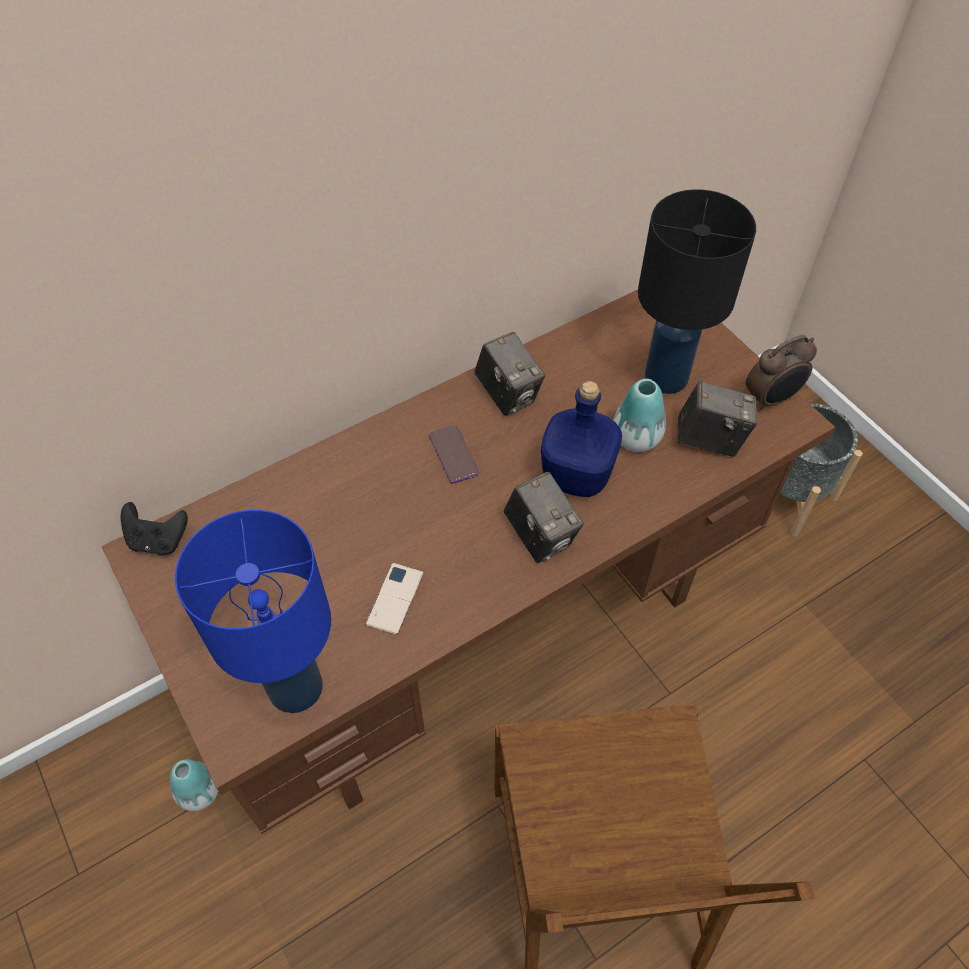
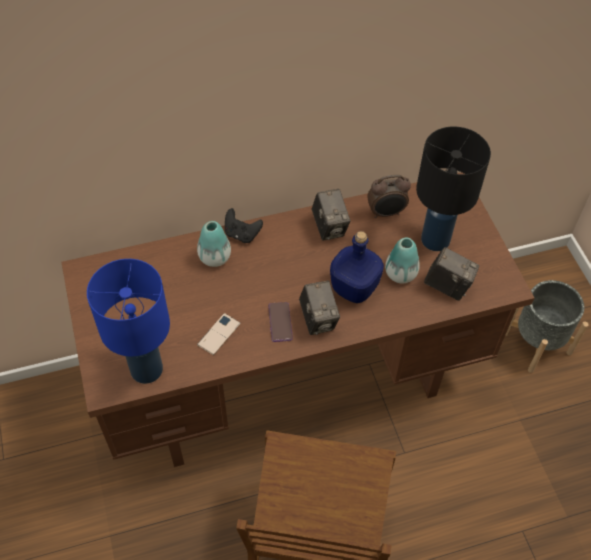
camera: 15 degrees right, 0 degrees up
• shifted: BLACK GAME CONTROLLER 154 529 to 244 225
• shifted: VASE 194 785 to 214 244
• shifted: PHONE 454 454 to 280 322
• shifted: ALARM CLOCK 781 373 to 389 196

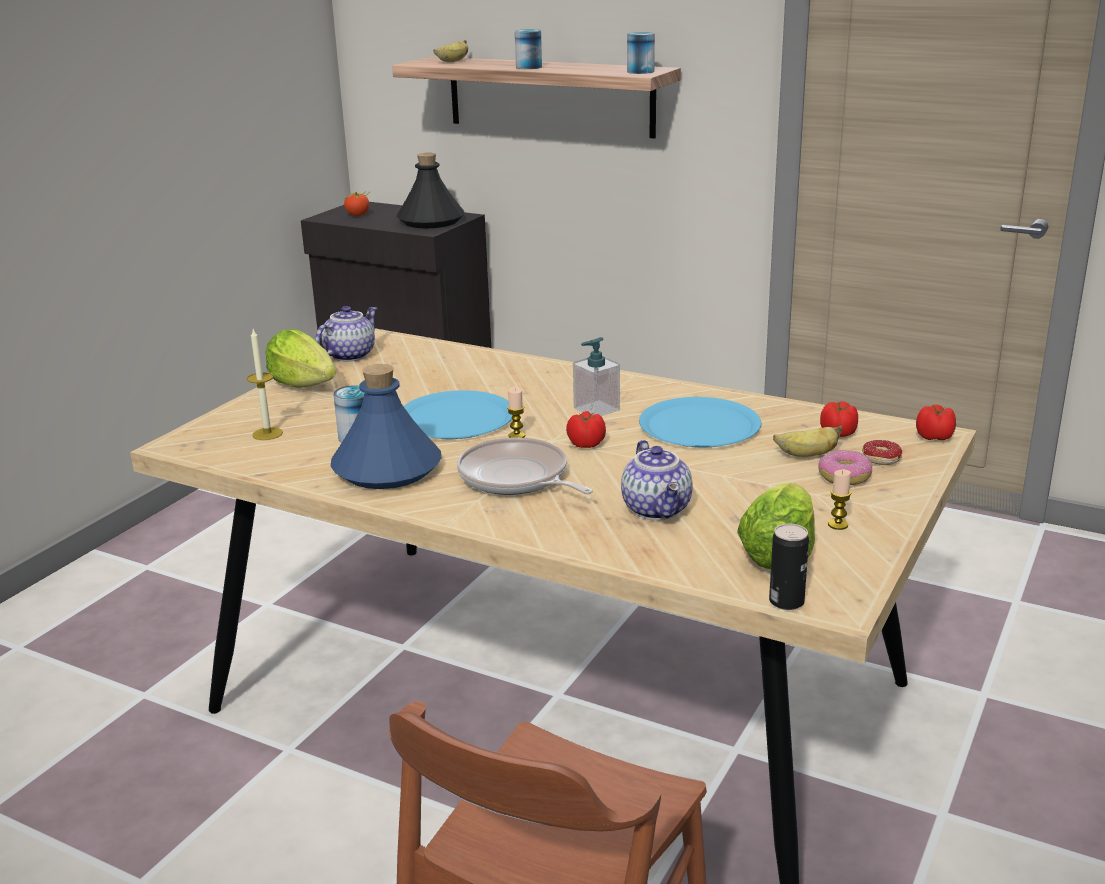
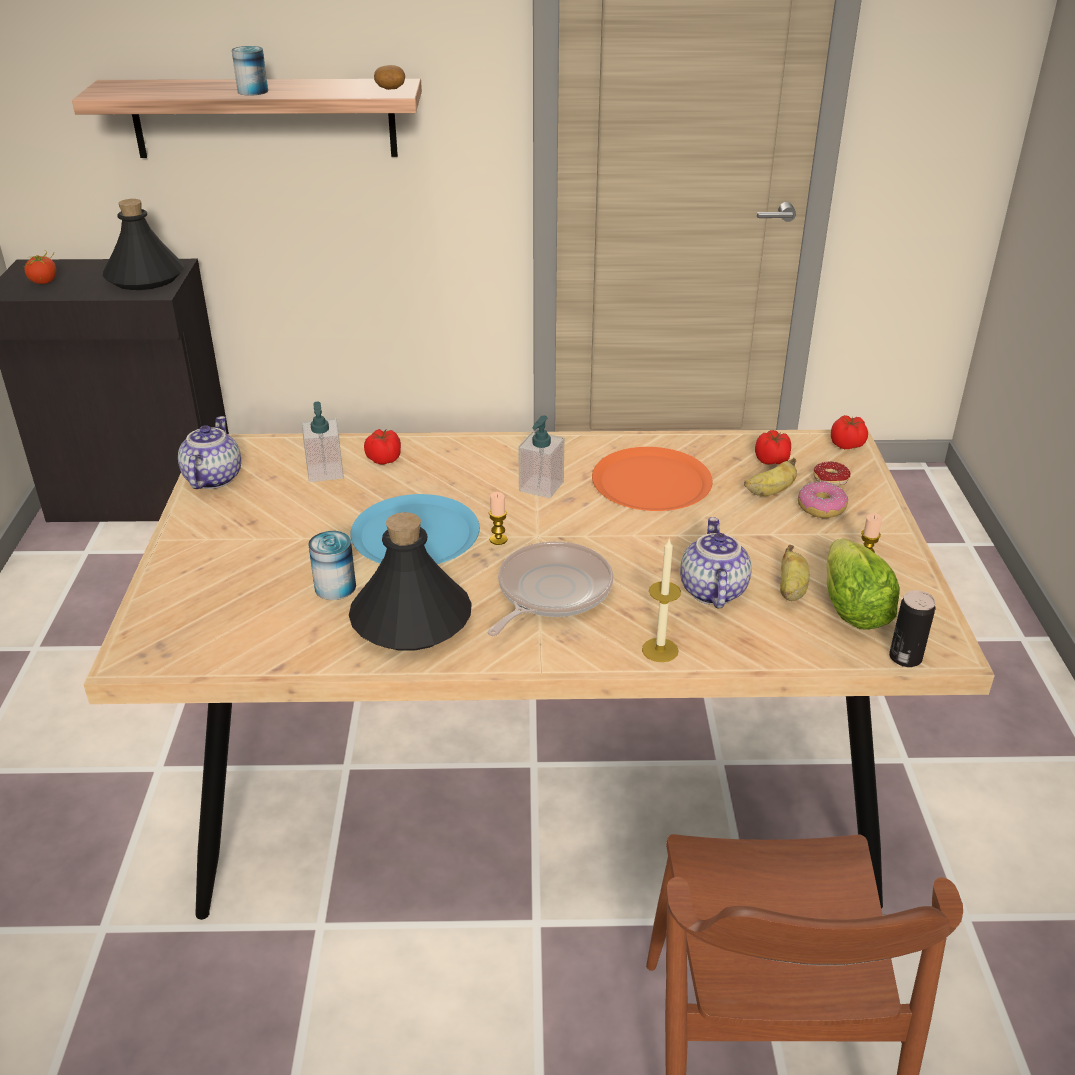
camera: 30 degrees left, 10 degrees up
• gone: LETTUCE 301 358
• new: SOAP DISPENSER 323 442
• shifted: CANDLE 265 384 to 661 600
• shifted: BANANA 450 51 to 795 573
• shifted: TOMATO 586 429 to 382 446
• swapped: CAN 641 53 to POTATO 389 77
• repainted: BLUE BOTTLE 386 426 to BLACK BOTTLE 410 581
• repainted: BLUE PLATE 700 422 to ORANGE PLATE 652 479
• rotated: FRYING PAN 525 466 = 550 588 105 degrees clockwise
• rotated: TEAPOT 657 480 = 716 562 135 degrees counterclockwise

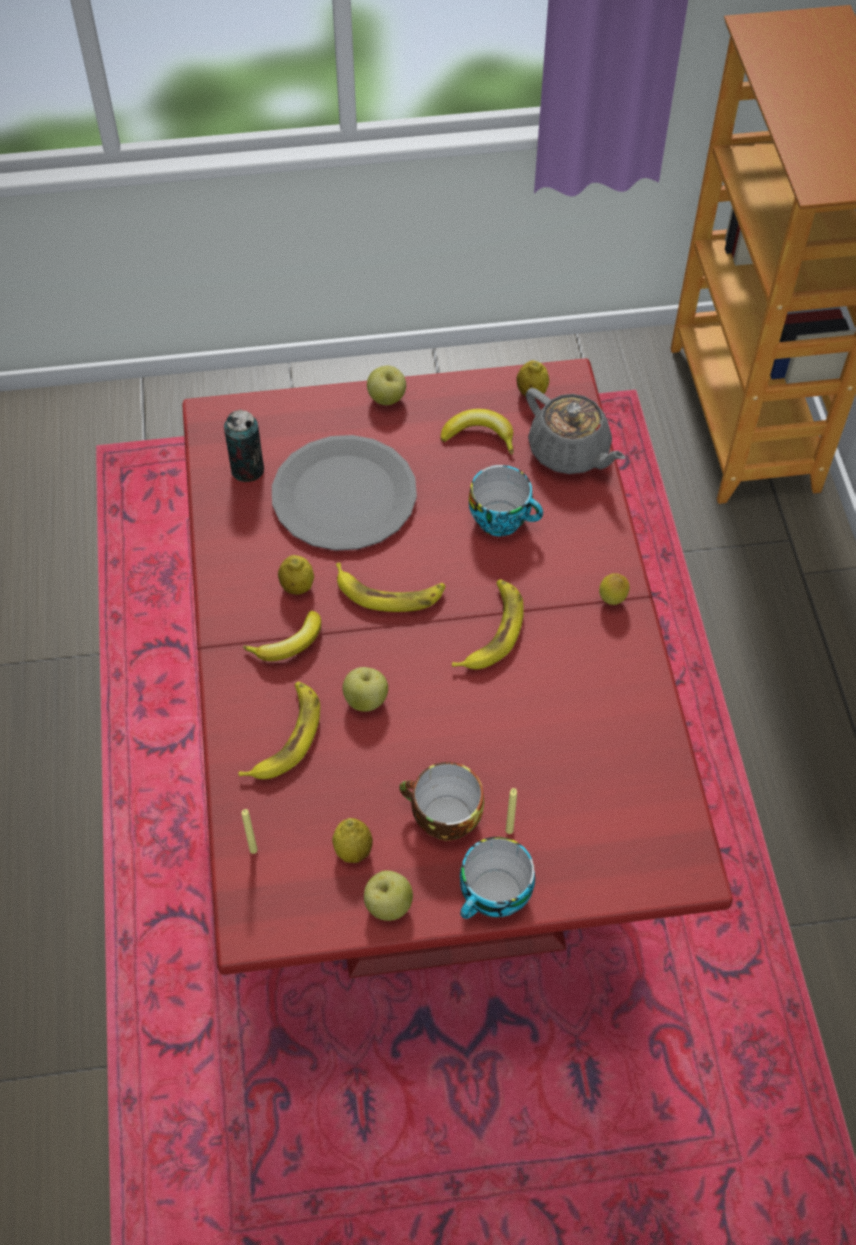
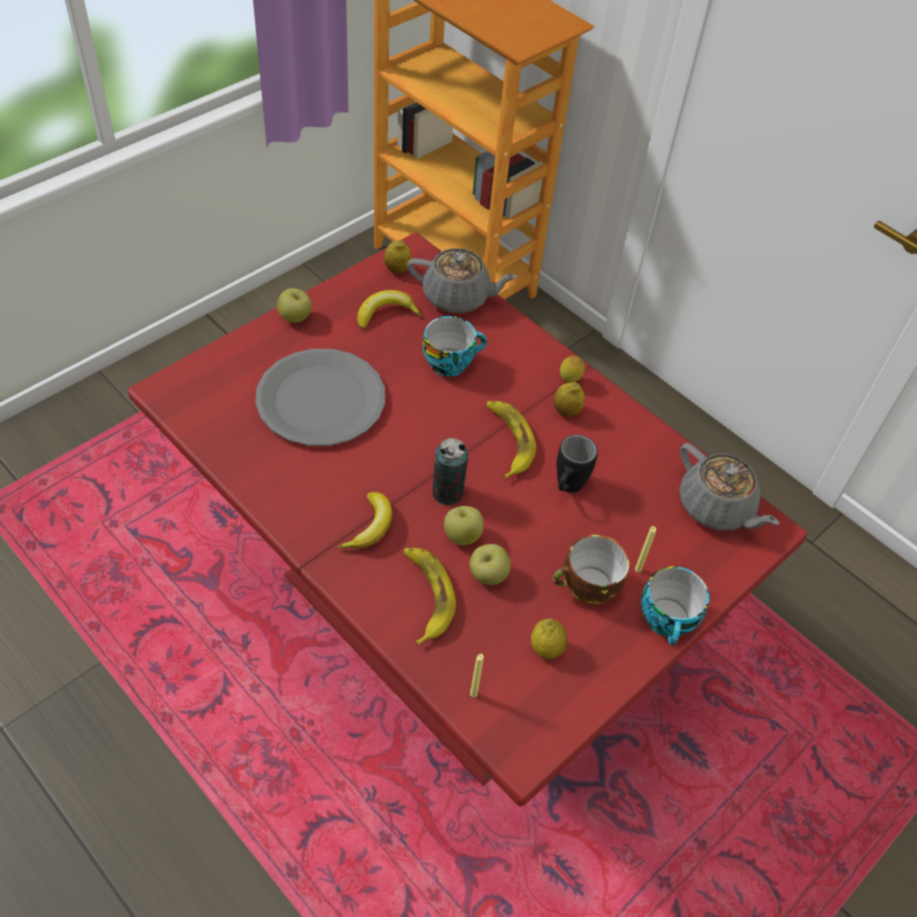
camera: 40 degrees left, 5 degrees down
• gone: BANANA 391 587
• new: BLACK MUG 577 464
• new: GREY TEAPOT 729 486
• shifted: CAN 244 446 to 450 471
• shifted: LEMON 296 575 to 569 399
• shifted: APPLE 388 896 to 490 564

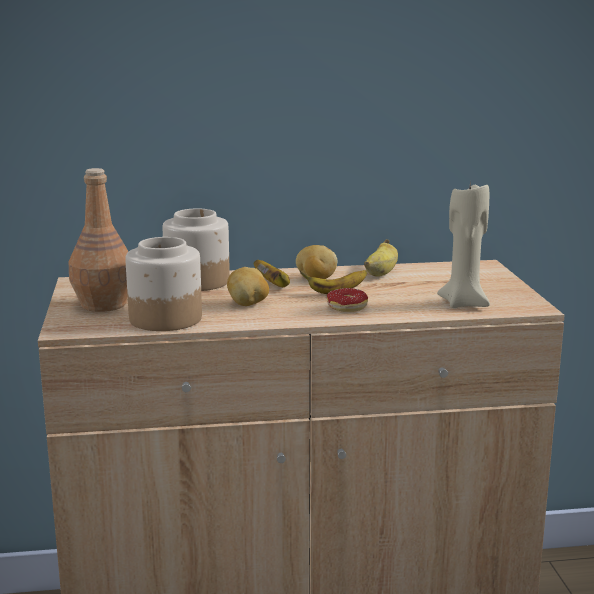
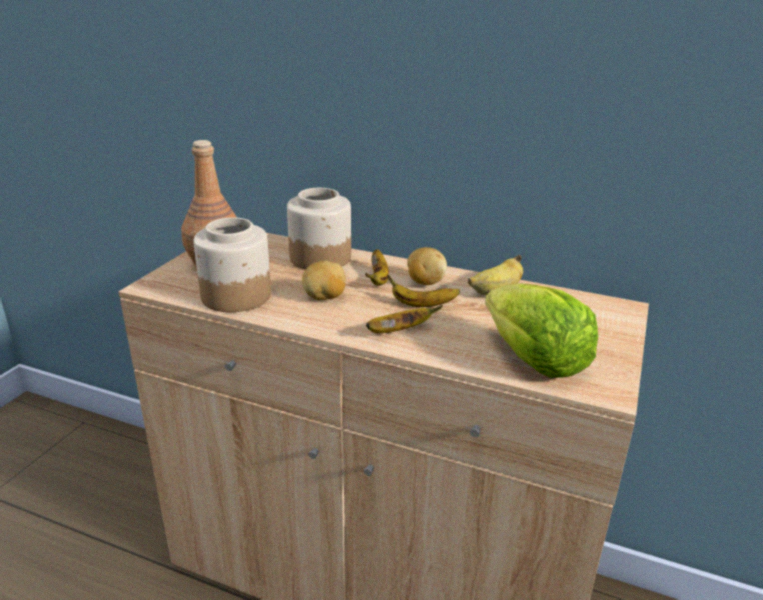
camera: 30 degrees right, 10 degrees up
• swapped: DONUT 347 300 to BANANA 404 319
• swapped: BEIGE CANDLE 463 243 to LETTUCE 541 330

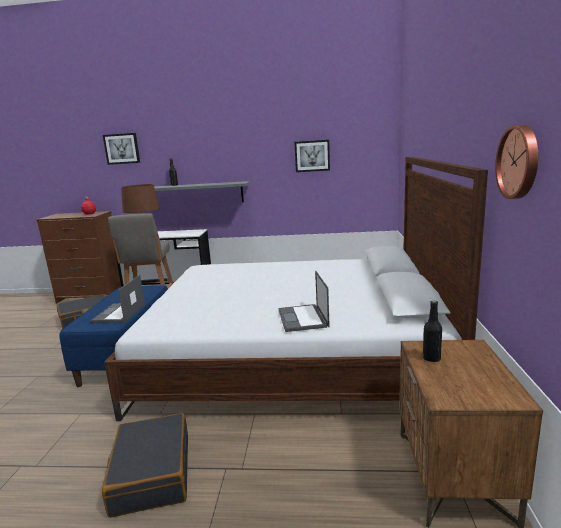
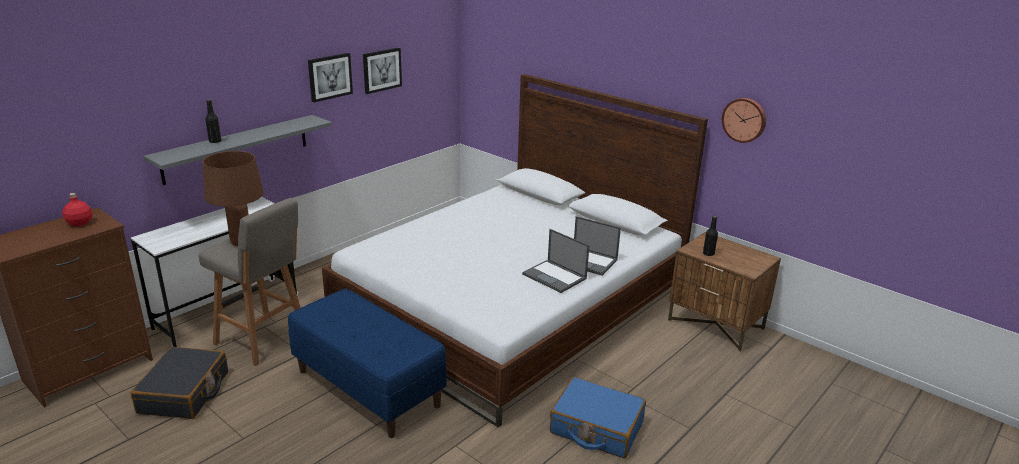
camera: 55 degrees left, 10 degrees up
• shifted: LAPTOP 117 299 to 556 261
• shifted: PICTURE 121 149 to 330 77
• repainted: BLACK SUITCASE 145 465 to BLUE SUITCASE 598 417

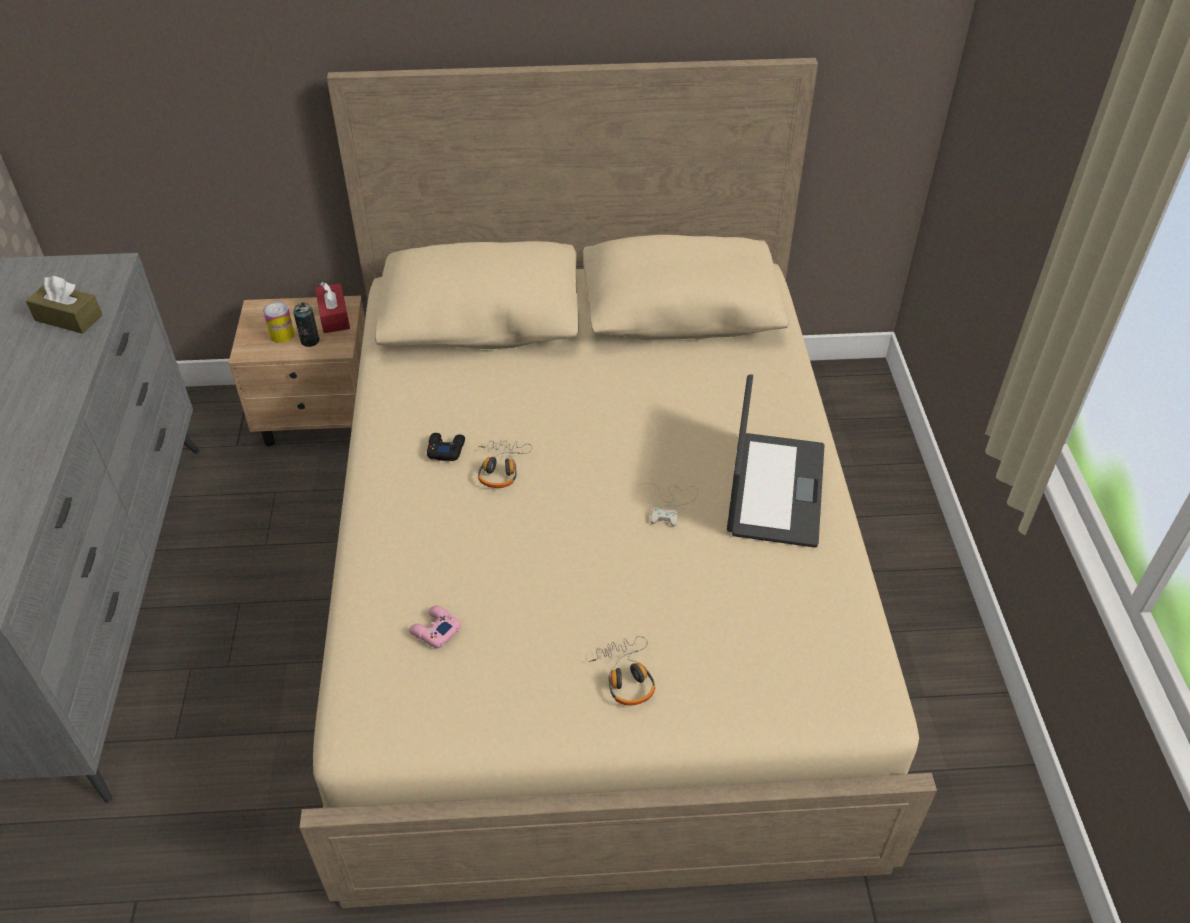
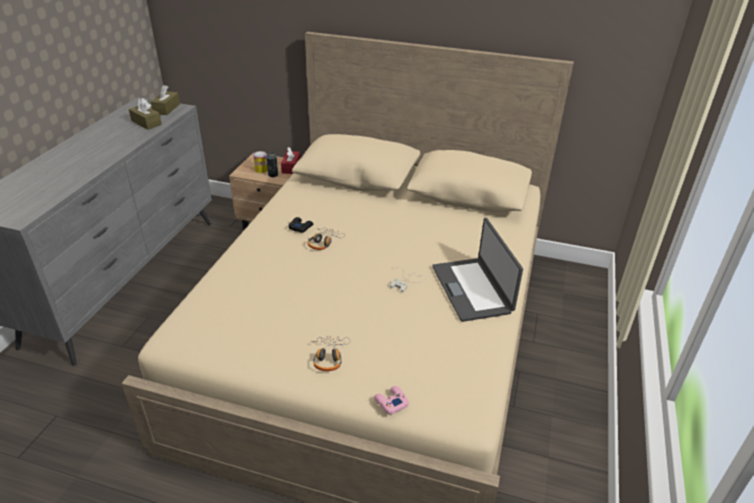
camera: 20 degrees right, 10 degrees down
• new: BROWN TISSUE BOX 165 100
• shifted: PINK GAME CONTROLLER 435 627 to 391 400
• rotated: LAPTOP 776 461 = 477 270 135 degrees clockwise

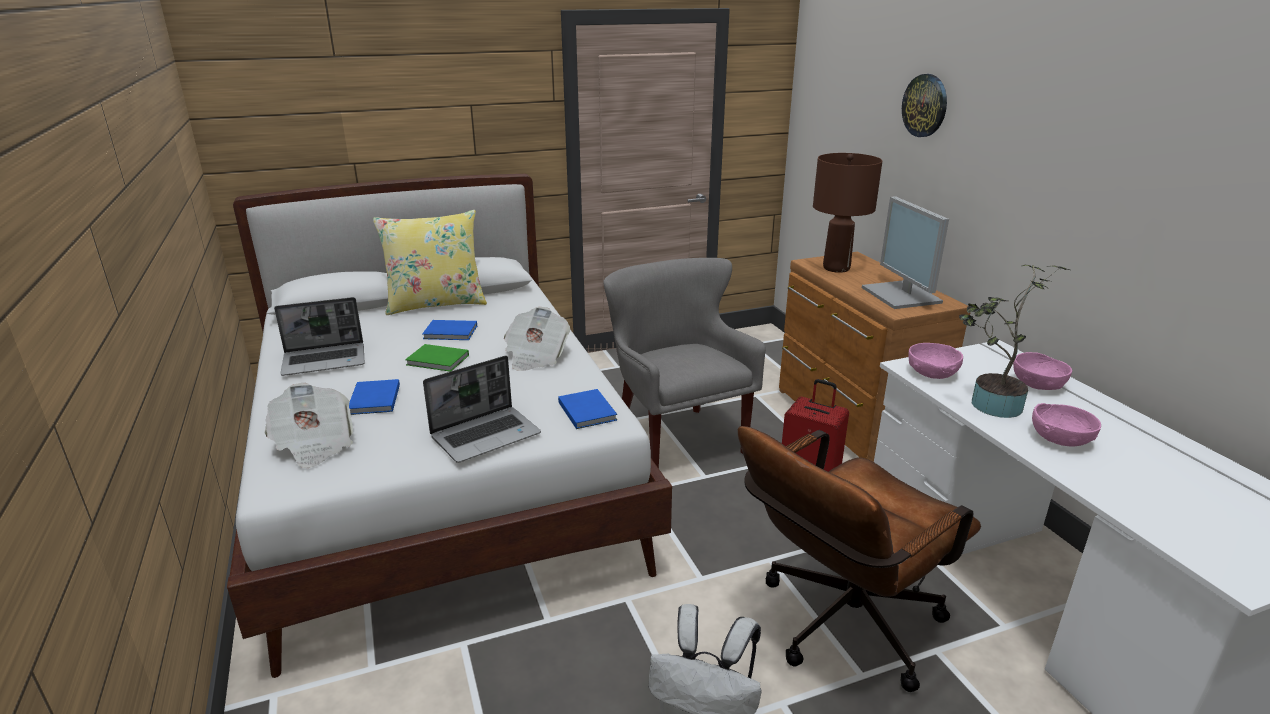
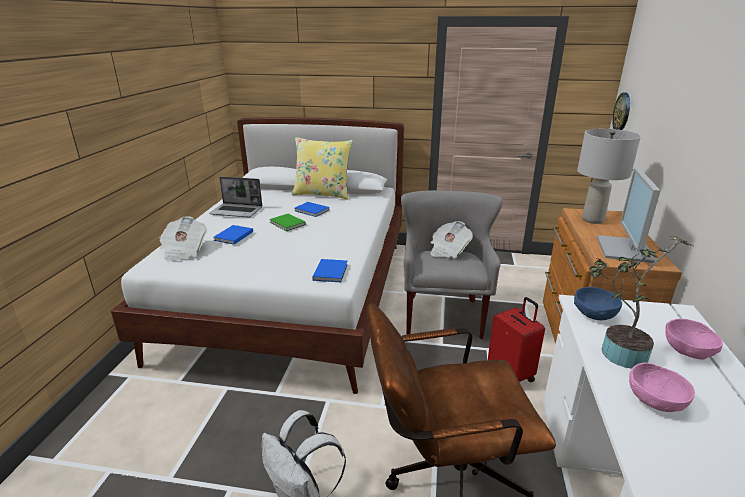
camera: 30 degrees right, 0 degrees up
• gone: LAPTOP 482 409
• shifted: NEWSPAPER 537 339 to 451 239
• shifted: WALL CLOCK 924 105 to 621 111
• repainted: BROWN TABLE LAMP 847 213 to GREY TABLE LAMP 609 176
• repainted: PINK BOWL 935 361 to BLUE BOWL 598 303

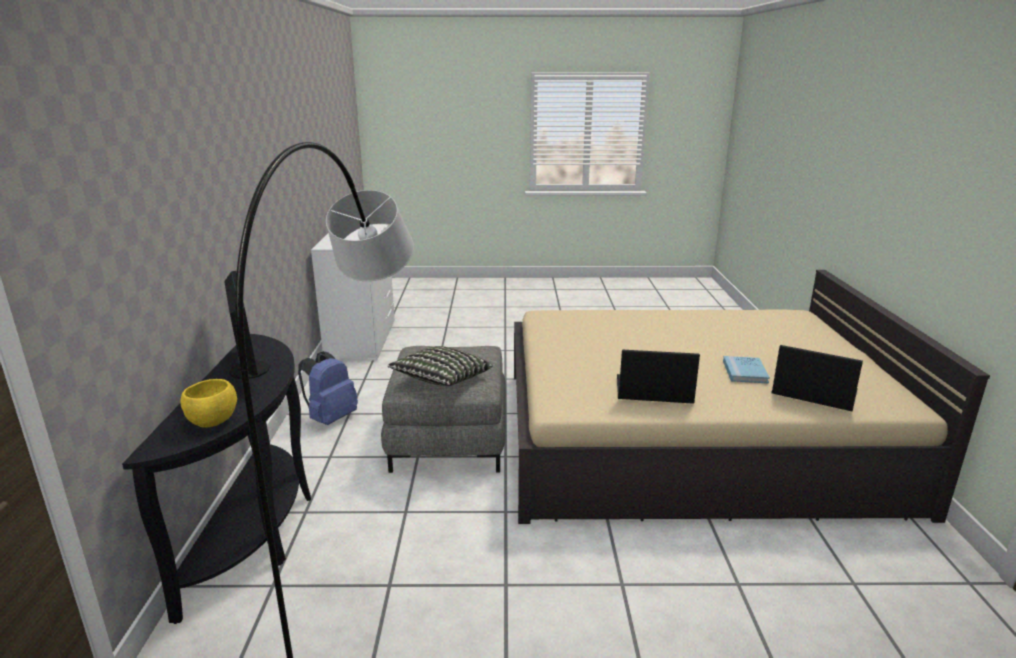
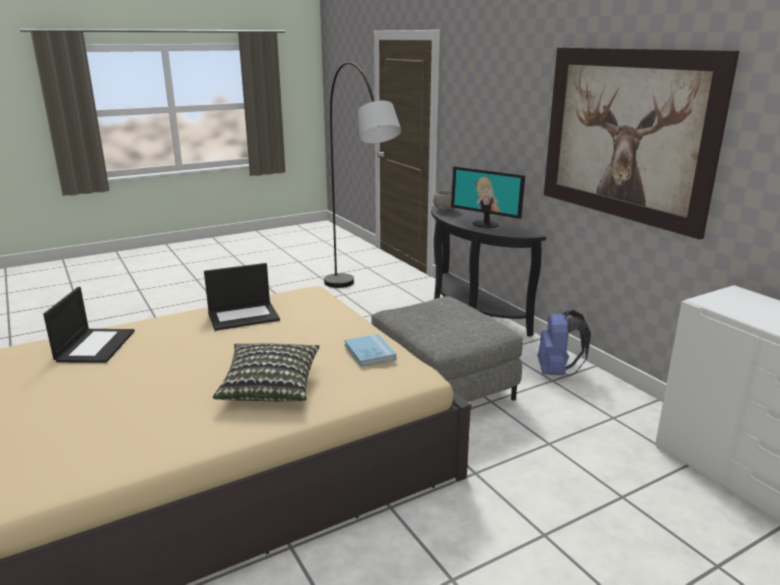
camera: 150 degrees right, 0 degrees up
• new: PICTURE 641 143
• shifted: PILLOW 440 366 to 266 372
• shifted: BLUE BOOK 746 370 to 370 350
• repainted: YELLOW BOWL 209 403 to GREY BOWL 443 201
• rotated: LAPTOP 817 378 = 89 325 90 degrees counterclockwise

